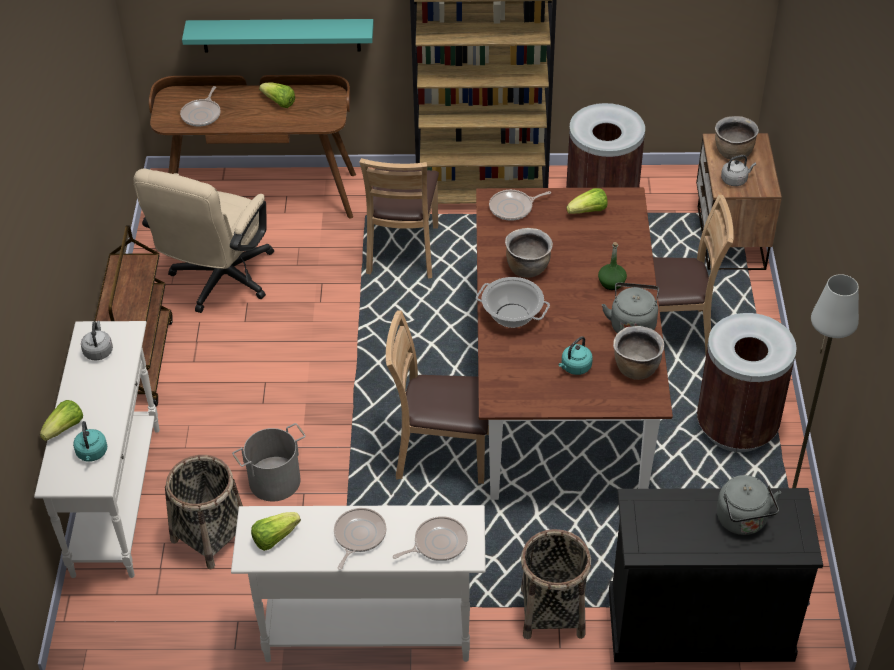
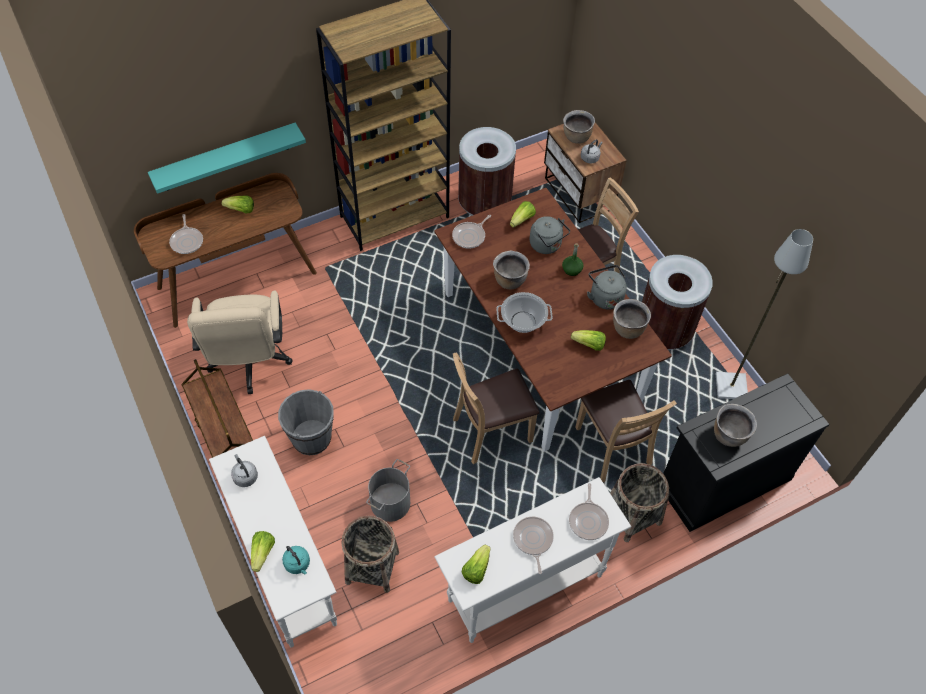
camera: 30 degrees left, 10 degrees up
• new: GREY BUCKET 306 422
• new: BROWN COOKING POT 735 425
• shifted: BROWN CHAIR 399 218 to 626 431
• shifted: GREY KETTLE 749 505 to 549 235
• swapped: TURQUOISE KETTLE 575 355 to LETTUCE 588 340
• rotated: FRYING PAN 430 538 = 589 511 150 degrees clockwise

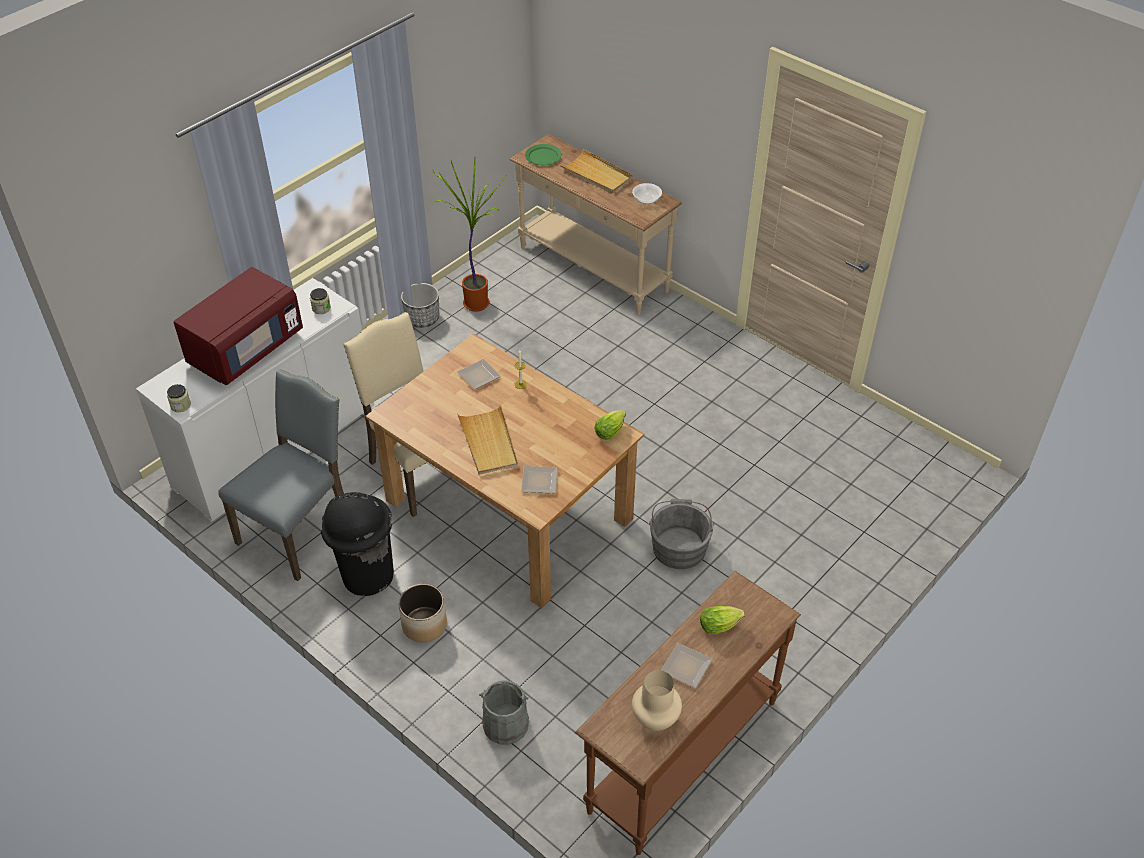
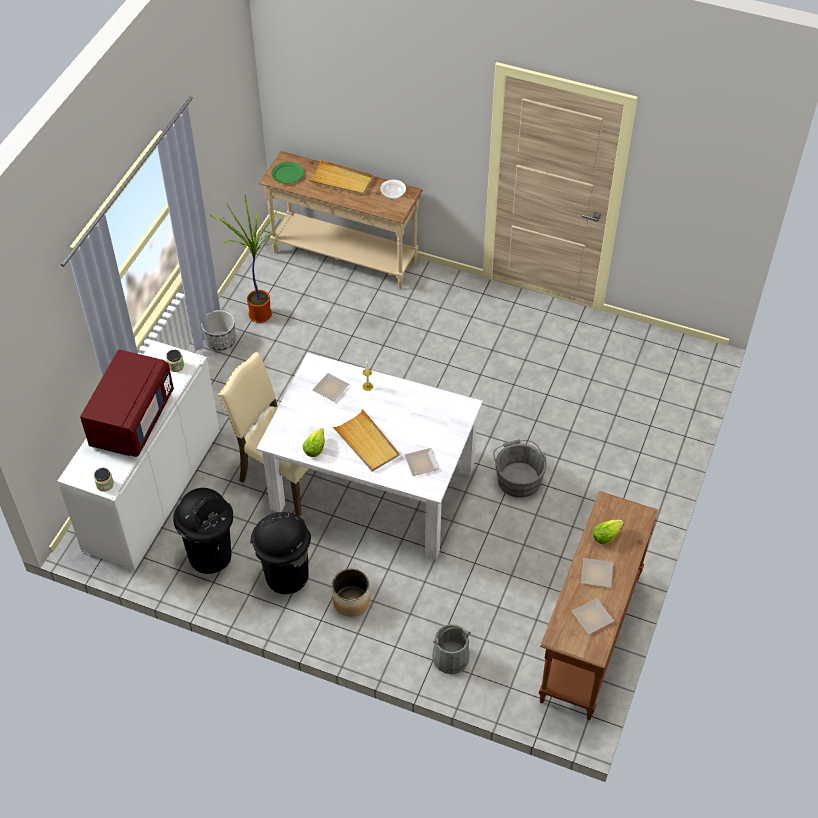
camera: 20 degrees left, 5 degrees up
• shifted: LETTUCE 610 425 to 313 442
• swapped: GREY CHAIR 281 475 to BLACK TRASH CAN 203 531
• swapped: BEIGE VASE 657 700 to PLATE 593 616
• repainted: BROWN DINING TABLE 505 470 to WHITE DINING TABLE 369 456

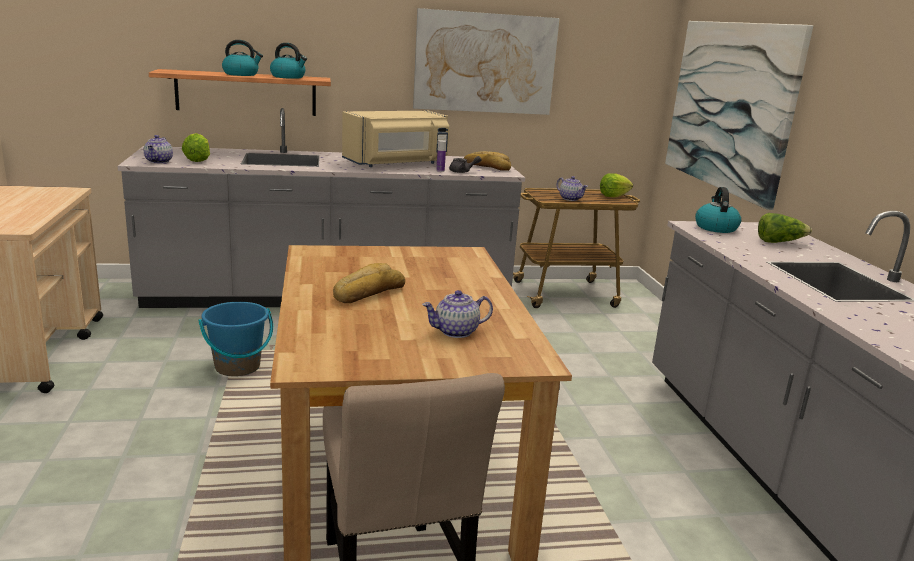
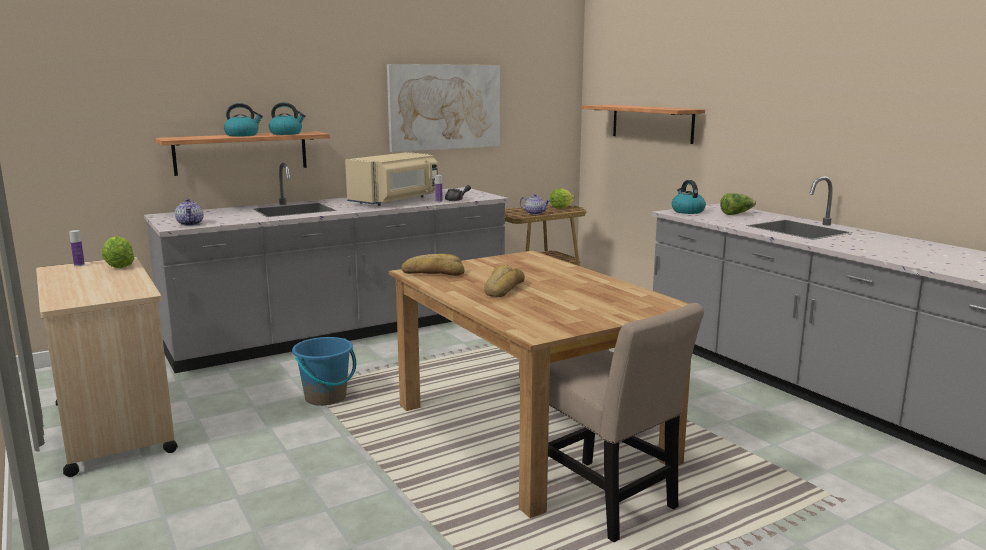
camera: 20 degrees left, 5 degrees down
• gone: TEAPOT 457 314
• new: BOTTLE 77 248
• shifted: LETTUCE 196 147 to 118 252
• shifted: BREAD 487 161 to 433 265
• swapped: PICTURE 739 115 to SHELF 643 124

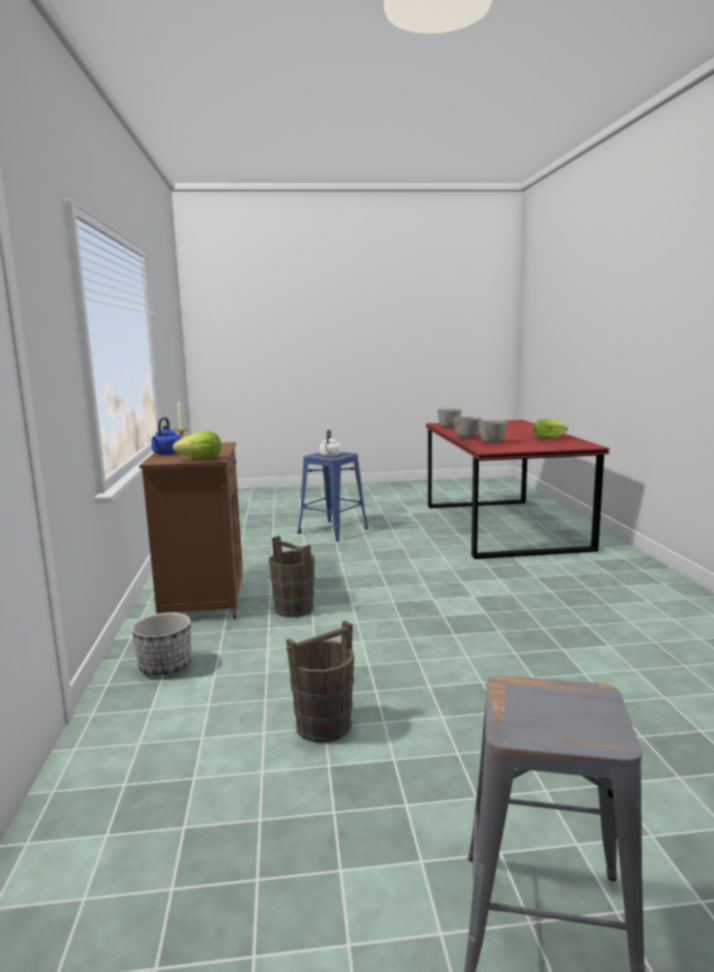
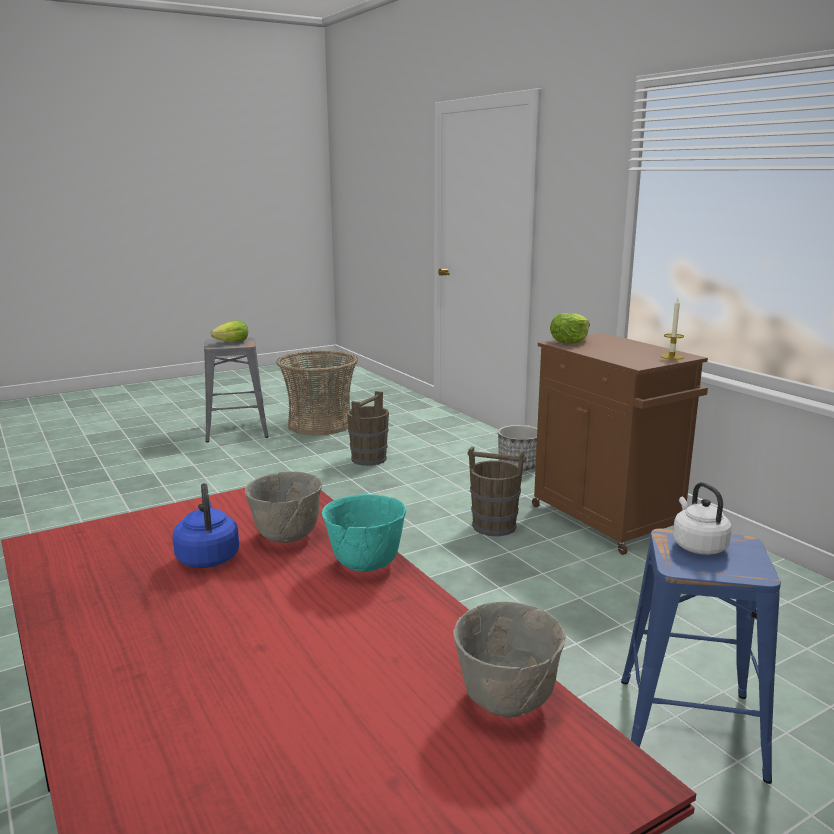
camera: 155 degrees right, 5 degrees up
• new: BASKET 317 393
• shifted: BLUE KETTLE 166 436 to 205 525
• shifted: LETTUCE 551 429 to 229 331
• repainted: GREY BOWL 467 428 to TURQUOISE BOWL 364 533

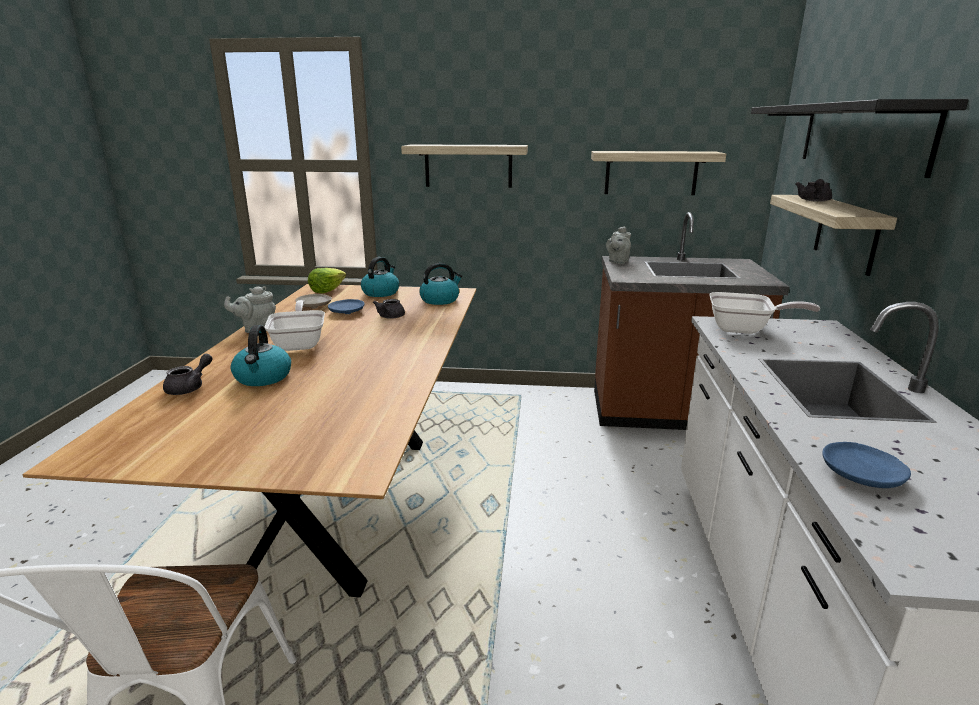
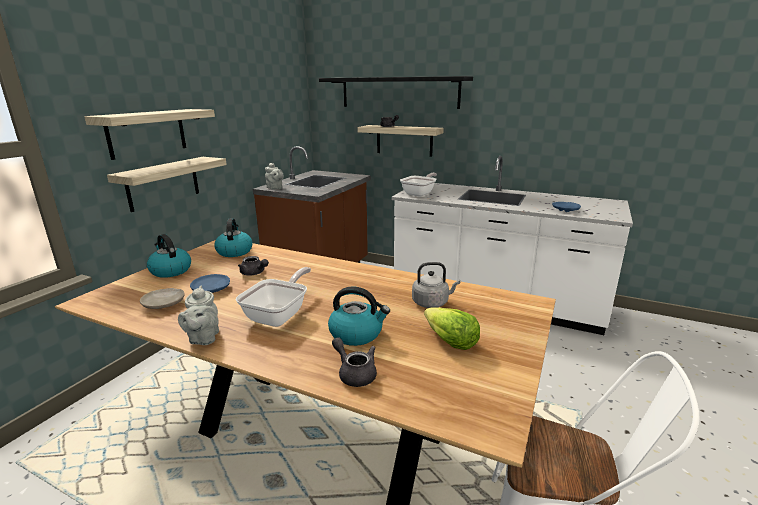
camera: 70 degrees left, 0 degrees up
• new: GREY KETTLE 436 285
• shifted: LETTUCE 327 280 to 452 328
• shifted: SHELF 658 173 to 167 184
• rotated: FRYING PAN 294 325 = 273 297 105 degrees clockwise

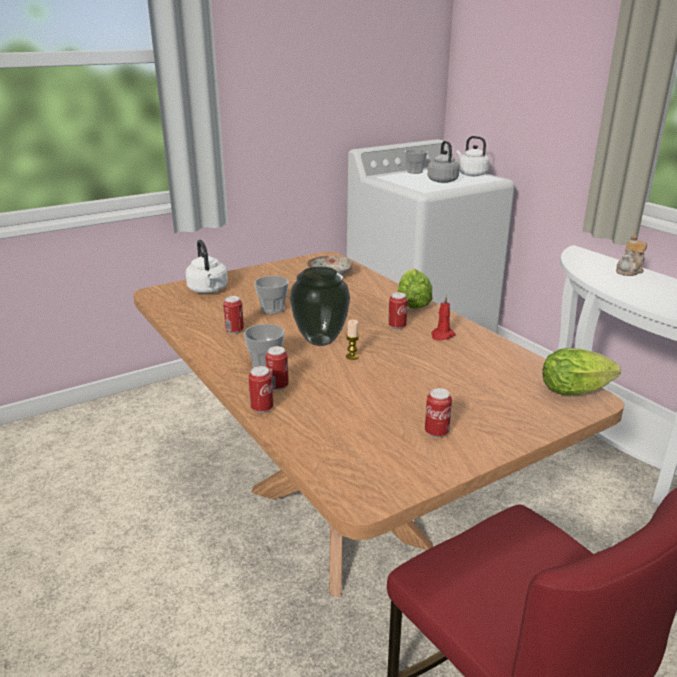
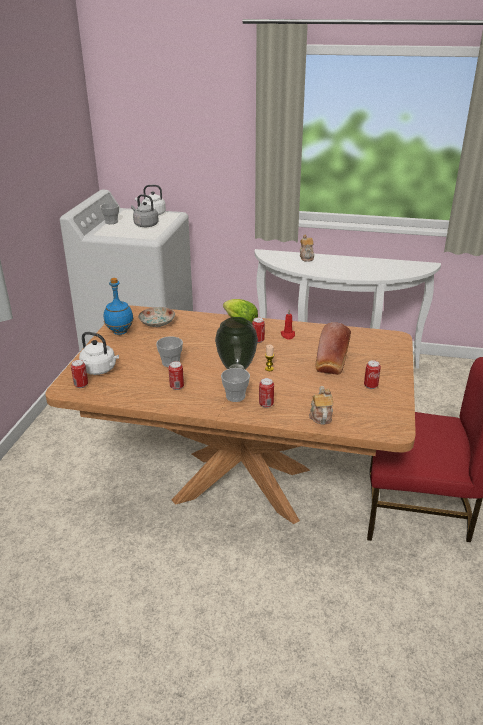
camera: 45 degrees left, 5 degrees up
• gone: LETTUCE 581 371
• new: BLUE BOTTLE 119 306
• new: TEAPOT 321 405
• new: BREAD 333 348
• shifted: CAN 260 389 to 79 374

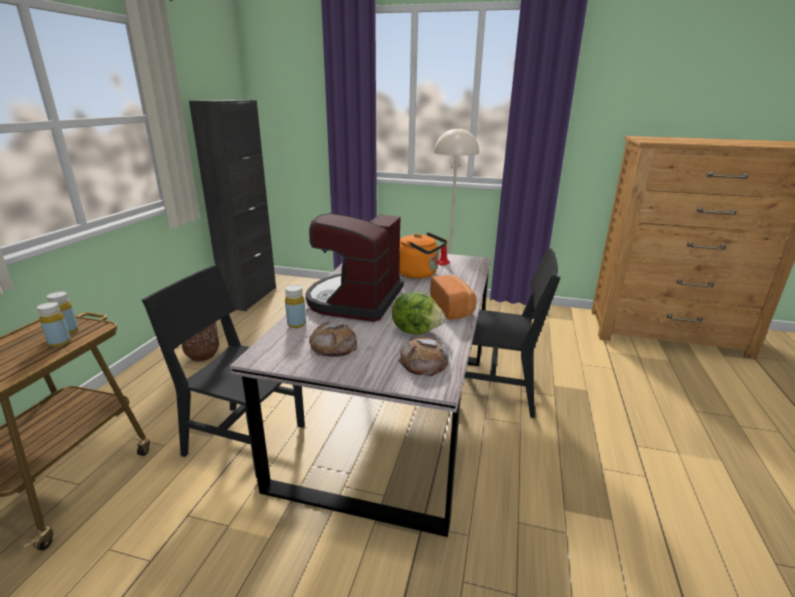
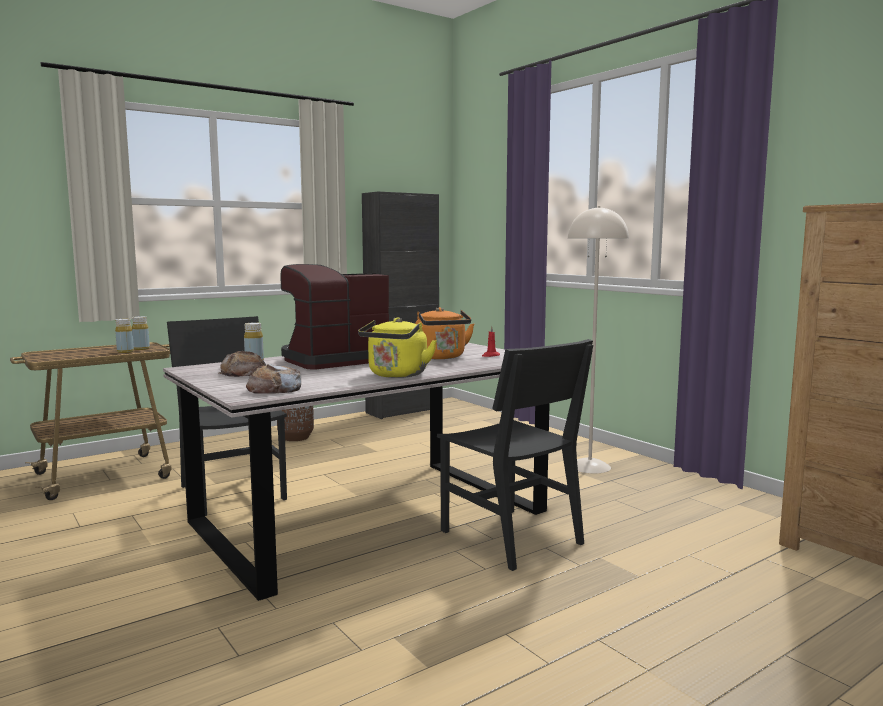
camera: 40 degrees right, 15 degrees down
• gone: LETTUCE 418 313
• swapped: BREAD 453 297 to YELLOW KETTLE 397 348

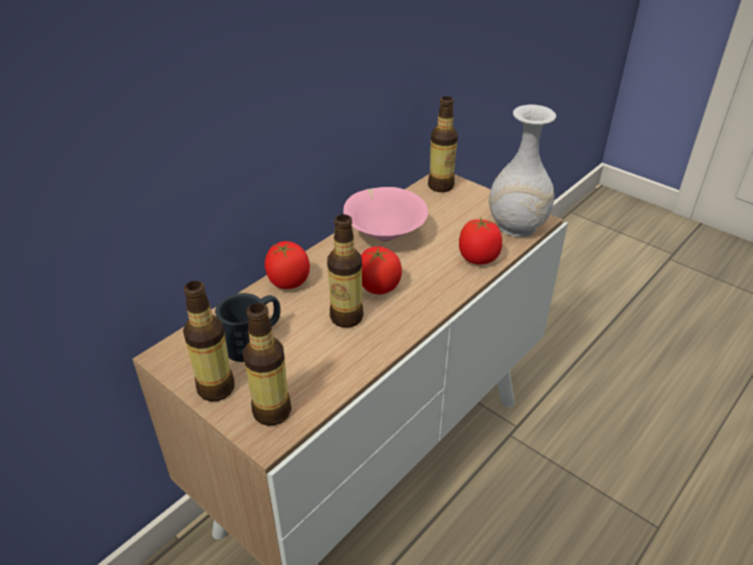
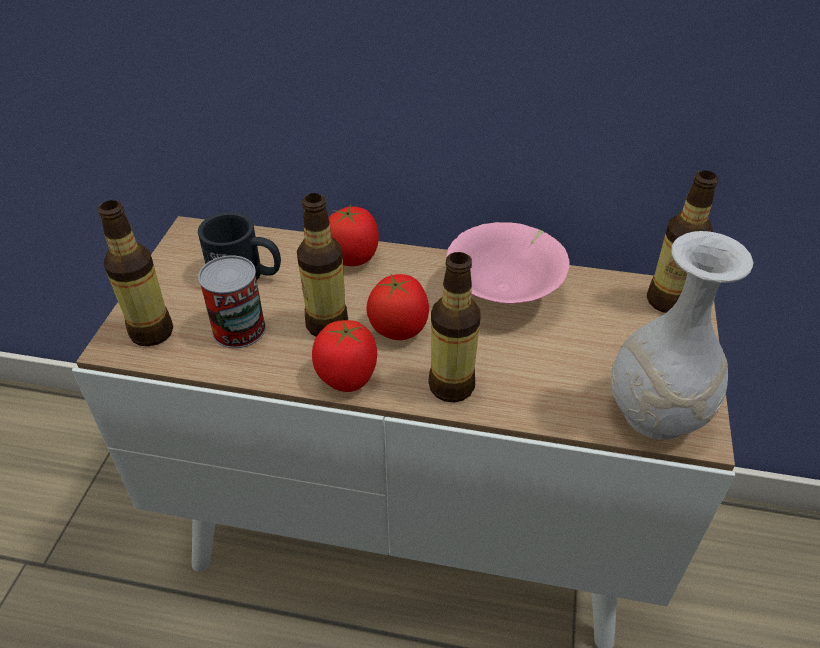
camera: 60 degrees right, 5 degrees up
• new: CAN 232 301
• shifted: BOTTLE 208 341 to 454 327
• shifted: TOMATO 480 241 to 344 356

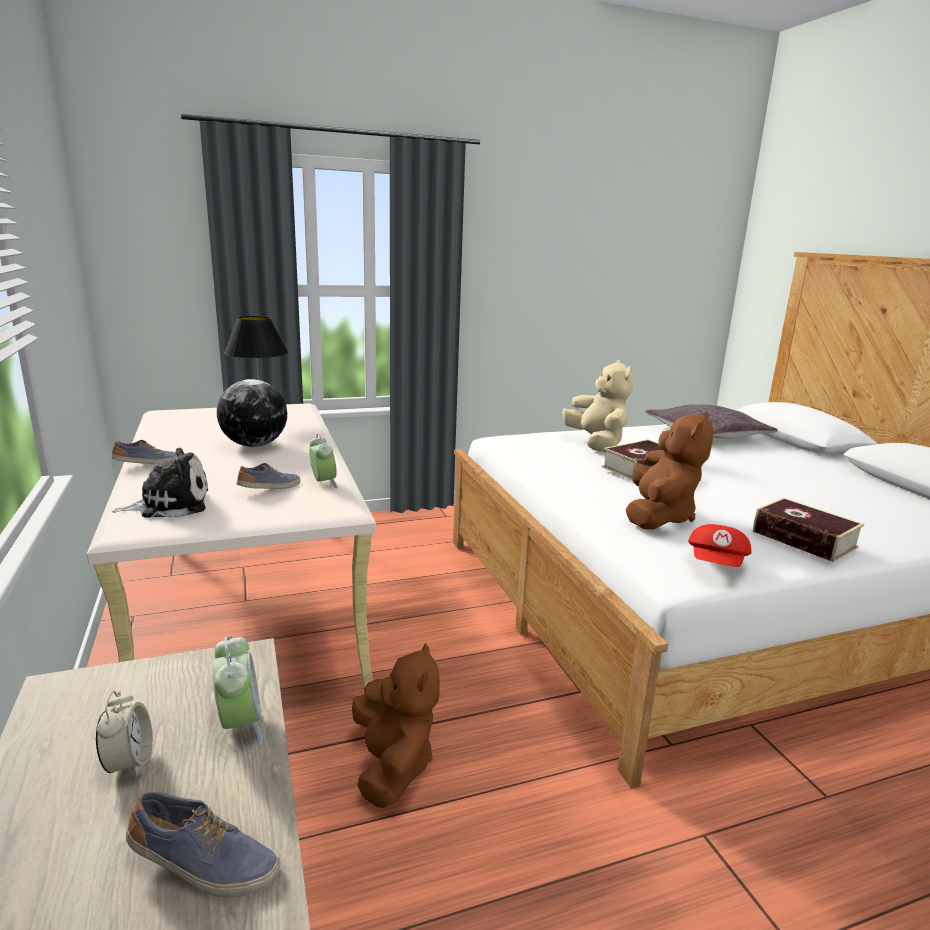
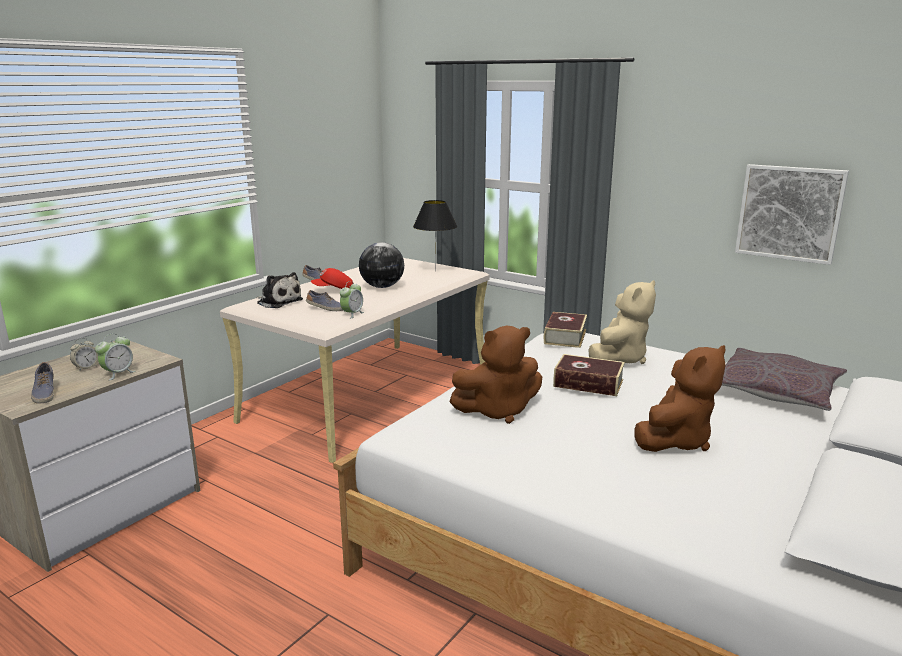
camera: 55 degrees right, 0 degrees up
• new: PICTURE 792 214
• shifted: BROWN PLUSH TOY 396 725 to 680 398
• shifted: RED CAP 719 545 to 332 278
• shifted: BOOK 808 530 to 565 330

